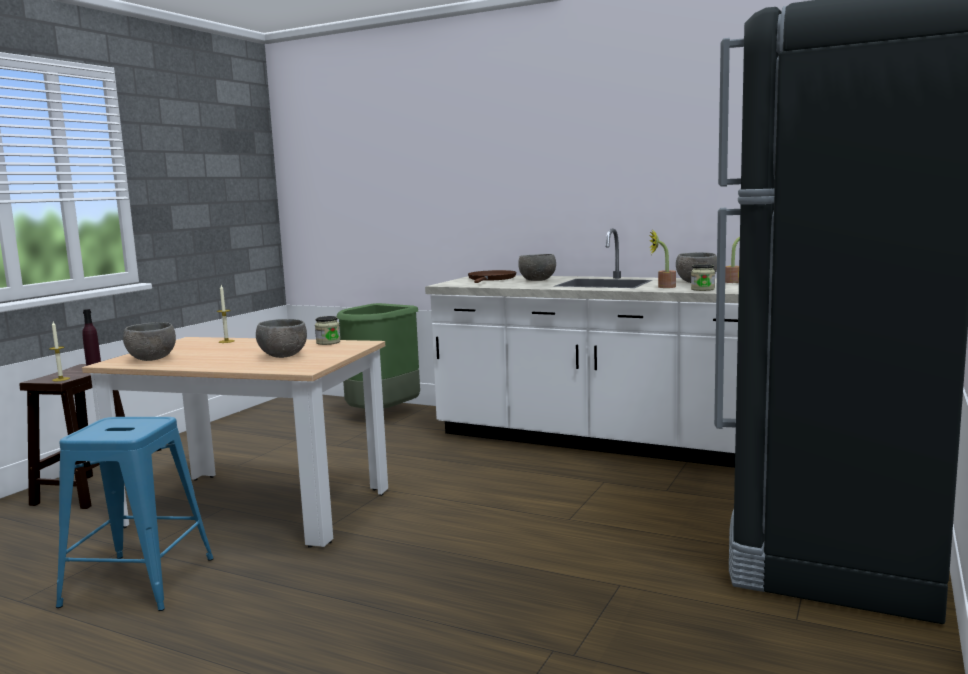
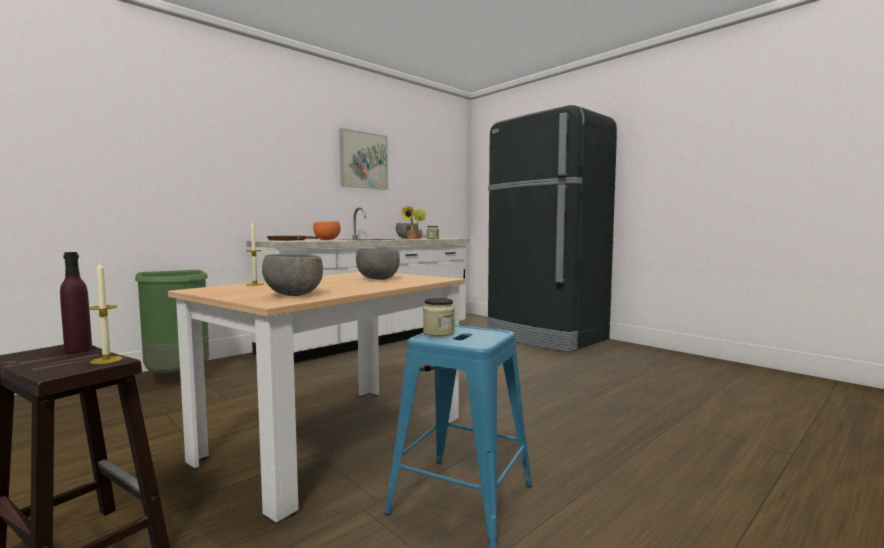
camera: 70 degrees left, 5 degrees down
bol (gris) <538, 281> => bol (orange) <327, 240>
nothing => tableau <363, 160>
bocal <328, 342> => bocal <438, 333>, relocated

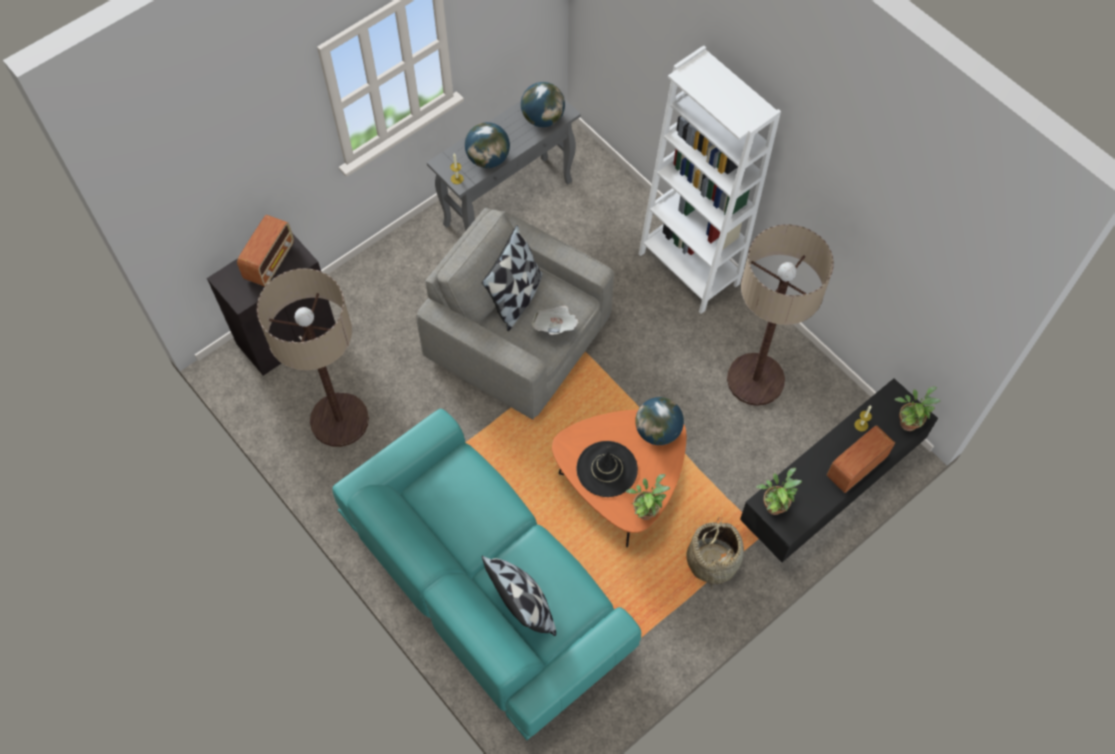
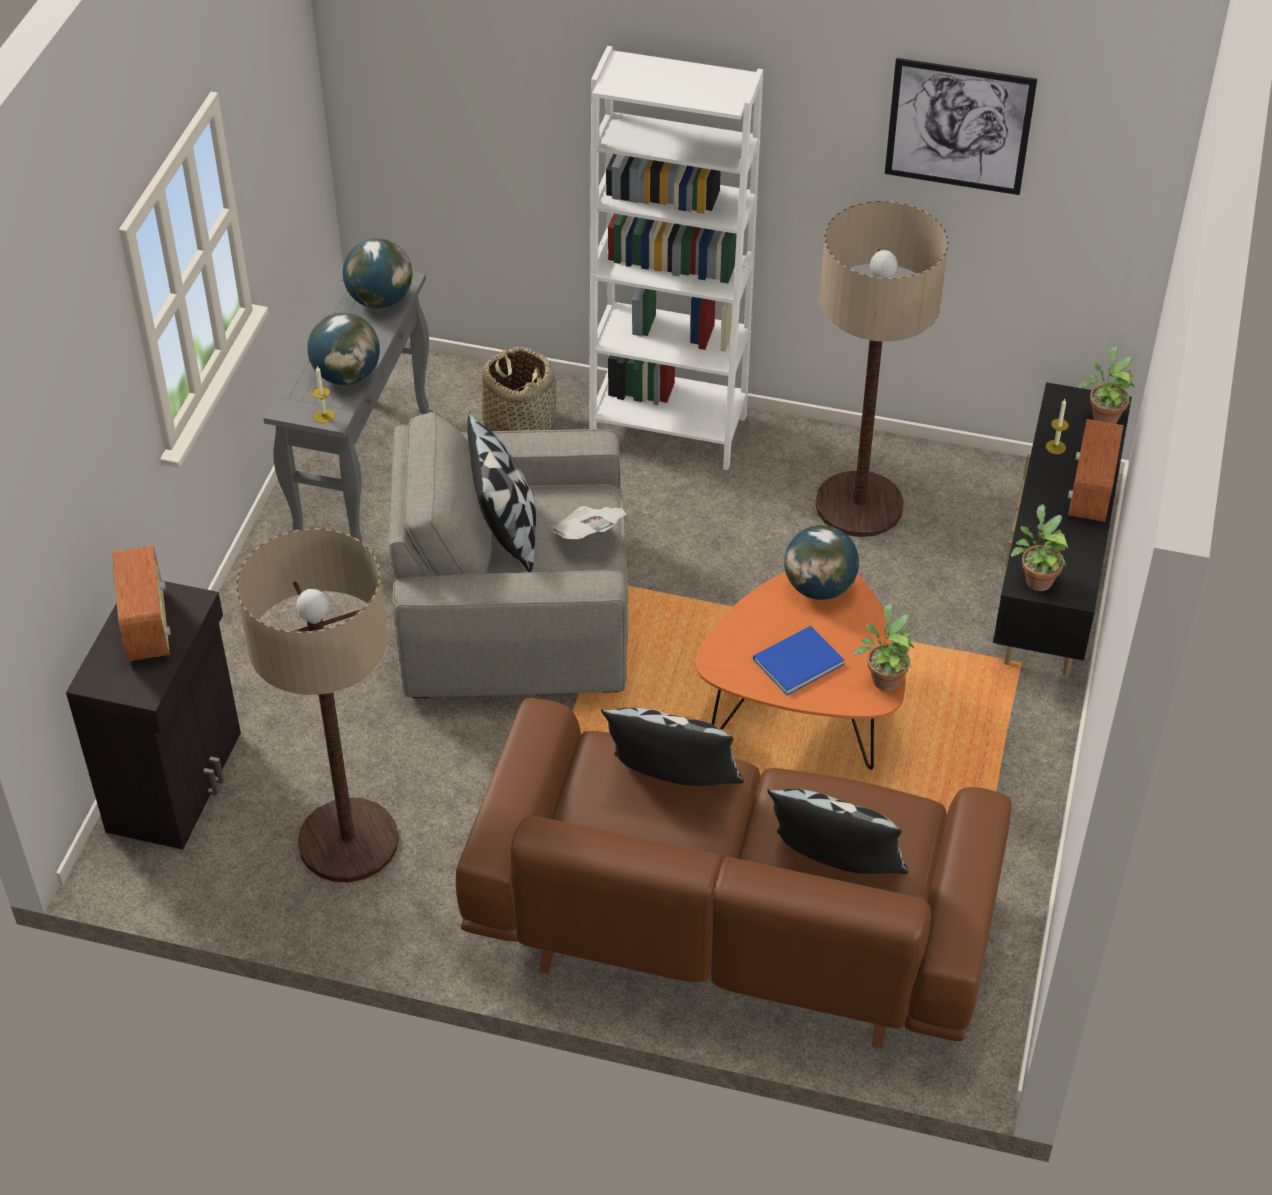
camera: 35 degrees left, 15 degrees down
canapé (turquoise) <485, 586> => canapé (marron) <731, 919>
panier <712, 560> => panier <519, 422>, relocated
nothing => coussin <674, 781>
chapeau (noir) <606, 469> => livre (bleu) <795, 662>
nothing => tableau <959, 126>

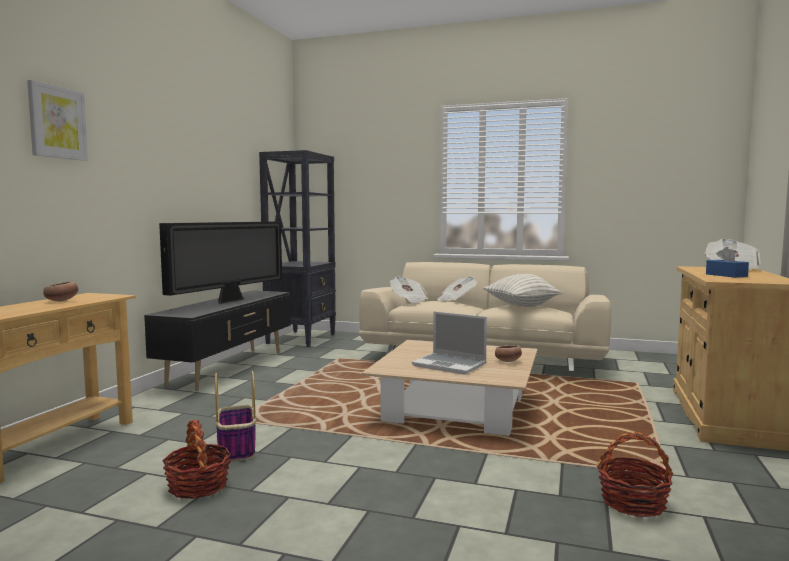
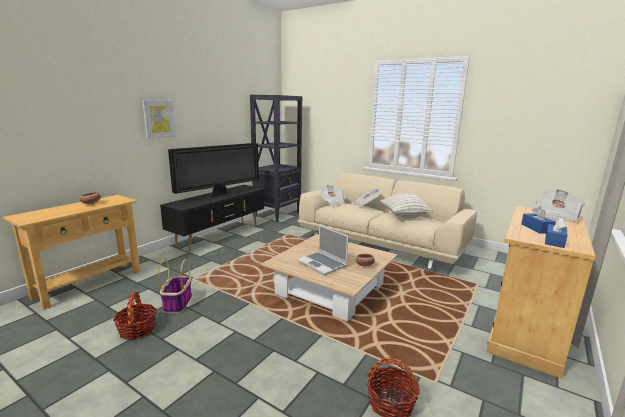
camera: 15 degrees right, 10 degrees up
tableau <57, 122> => tableau <158, 119>, relocated
nothing => boîte à mouchoirs (bleu) <554, 241>

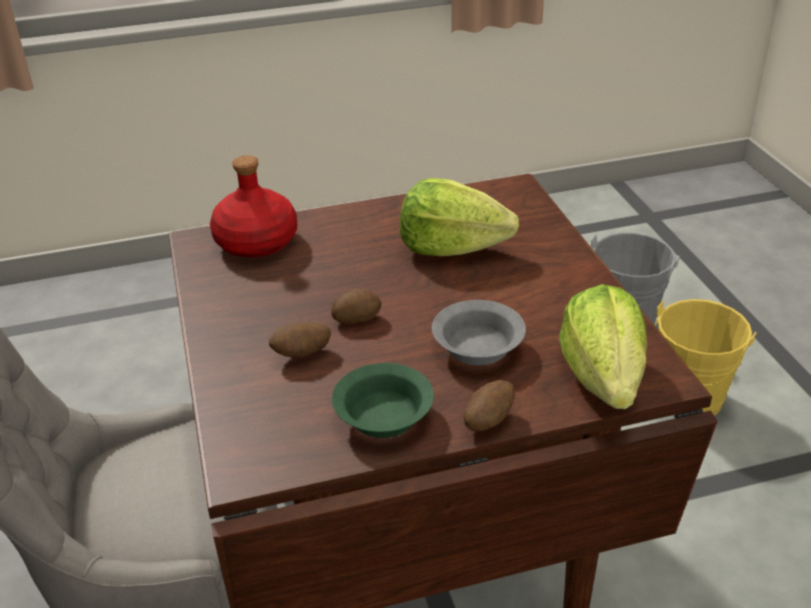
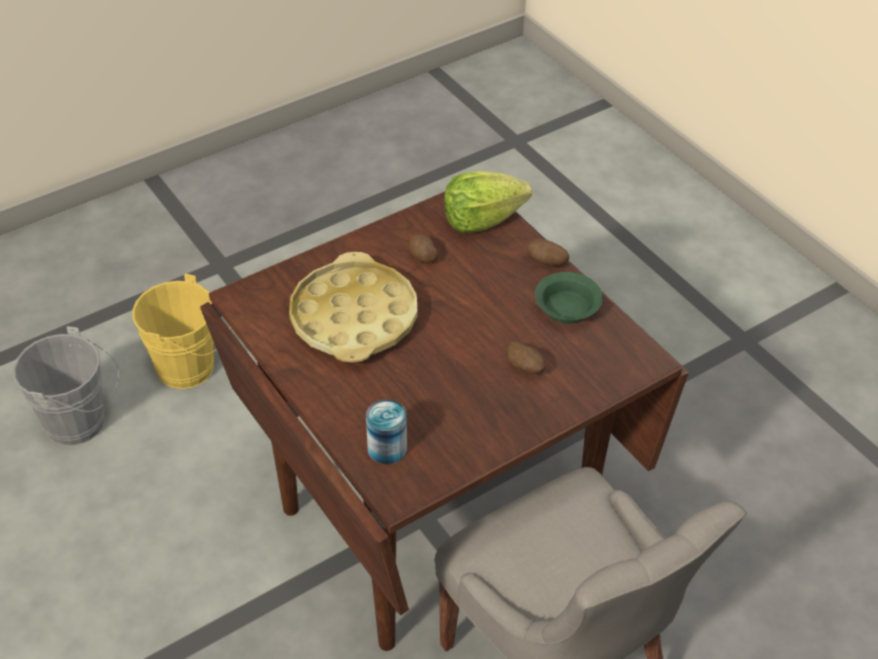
camera: 110 degrees left, 10 degrees up
laitue <452, 248> => plateau (jaune) <354, 317>
bouteille (rouge) <256, 242> => boîte métallique <387, 448>
pomme de terre <356, 318> => pomme de terre <422, 256>, relocated
bol (gris) <480, 349> => nothing

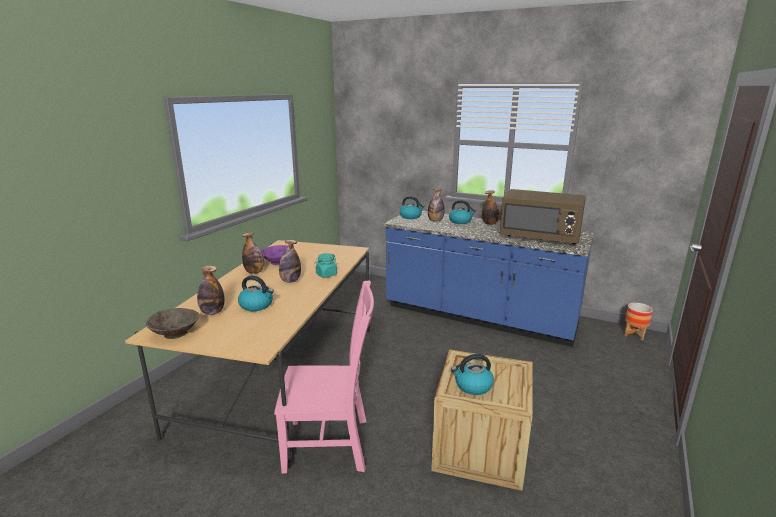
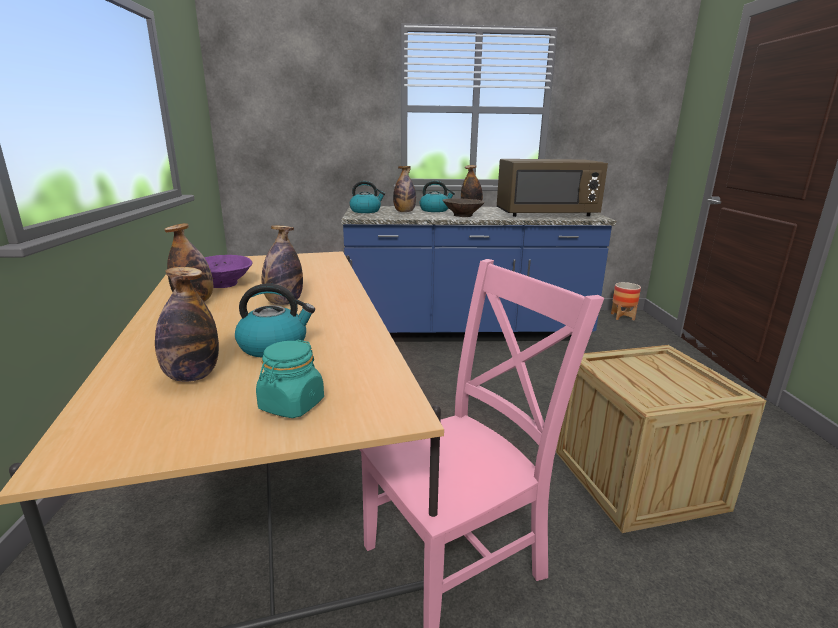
camera: 30 degrees left, 0 degrees up
bocal (turquoise) <326, 274> => bocal (turquoise) <291, 405>, relocated
bol (marron) <174, 334> => bol (marron) <462, 215>, relocated
bouilloire <473, 386> => nothing

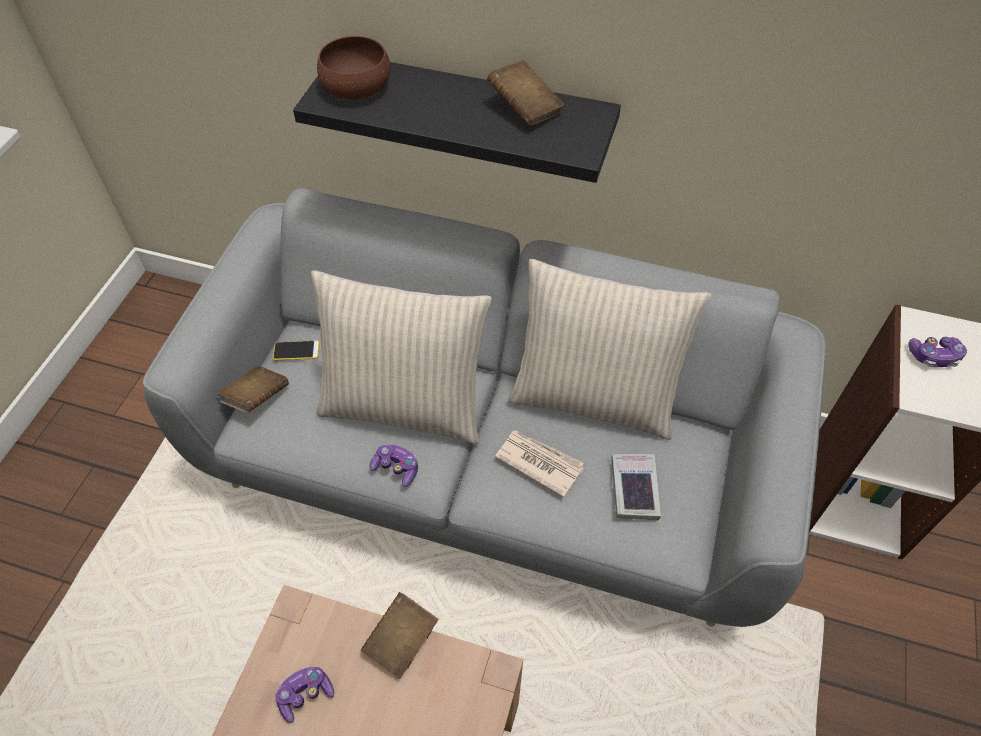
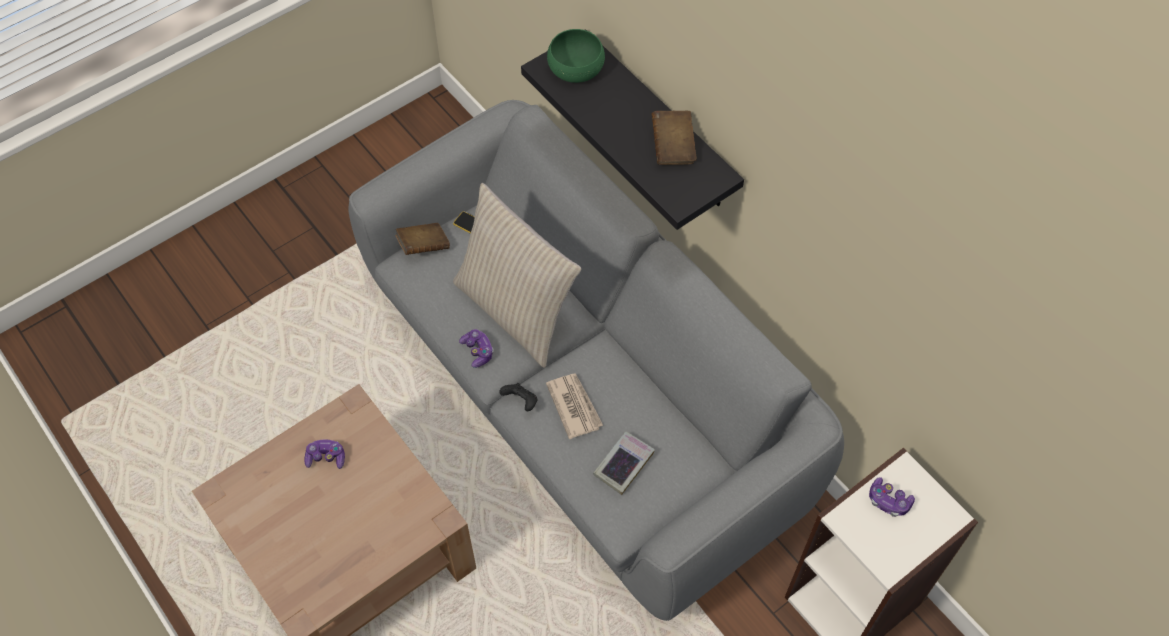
camera: 35 degrees right, 5 degrees up
nothing => manette (noir) <521, 401>
bol (marron) <357, 86> => bol (vert) <576, 68>
livre (marron) <402, 641> => nothing
coussin (beige) <594, 397> => nothing

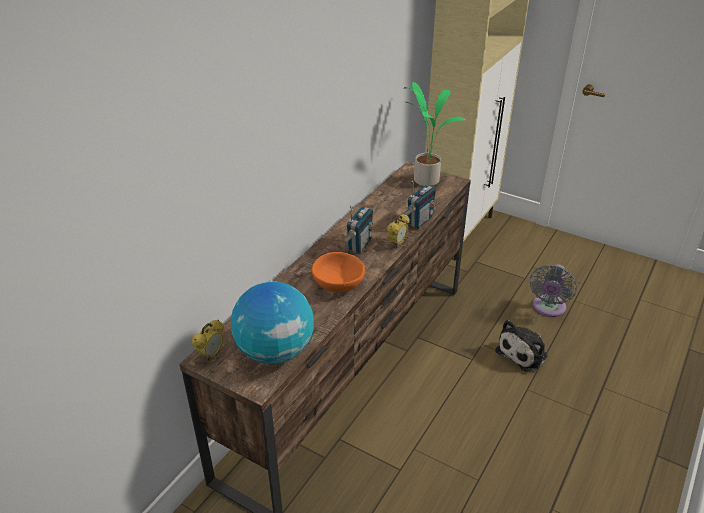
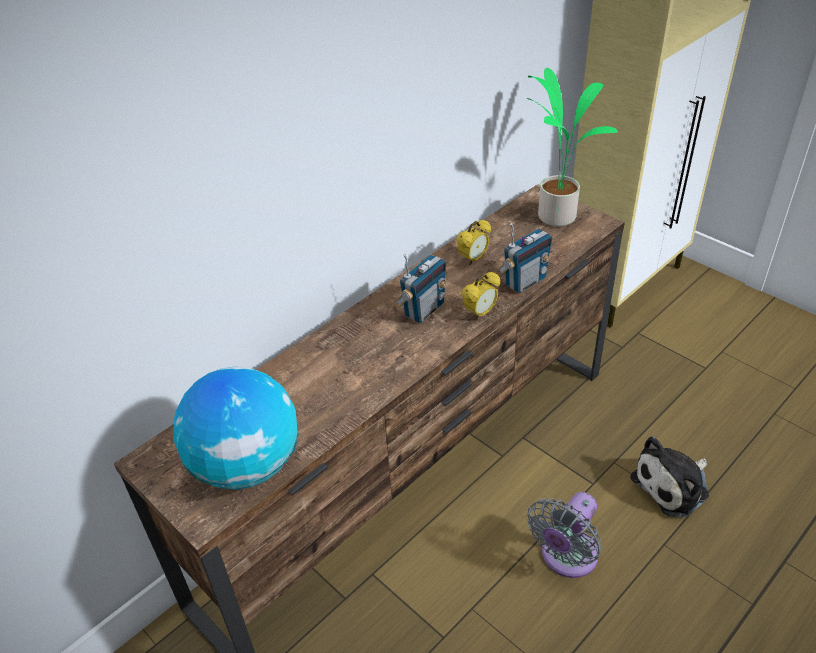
camera: 15 degrees right, 5 degrees up
réveil <211, 354> => réveil <473, 259>, relocated
ventilateur (gris) <548, 308> => ventilateur (gris) <566, 558>, relocated
bol (orange) <338, 285> => nothing

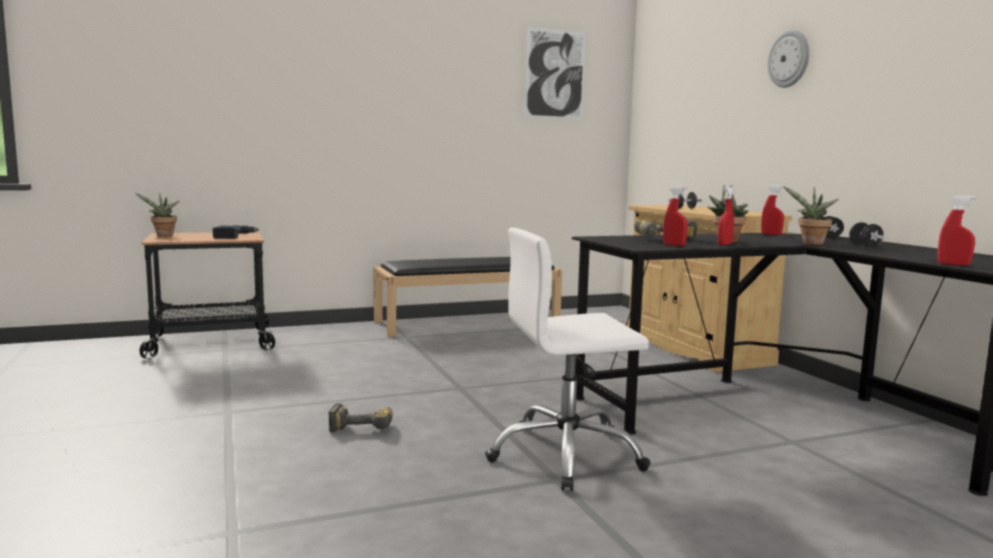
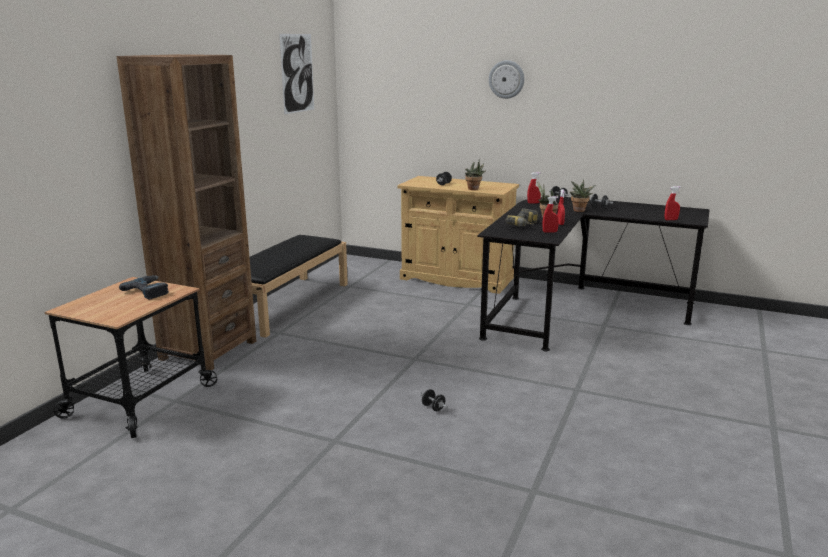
camera: 45 degrees left, 10 degrees up
nothing => bibliothèque (marron) <208, 350>
perceuse <363, 426> => haltère (noir) <433, 407>
plante en pot <163, 236> => plante en pot <474, 189>, relocated
chaise de bureau (blanc) <566, 455> => nothing

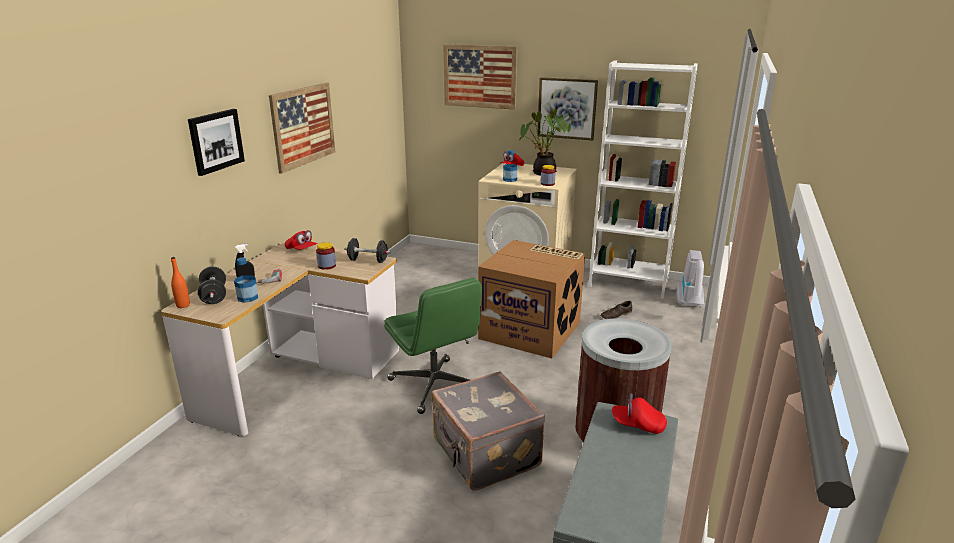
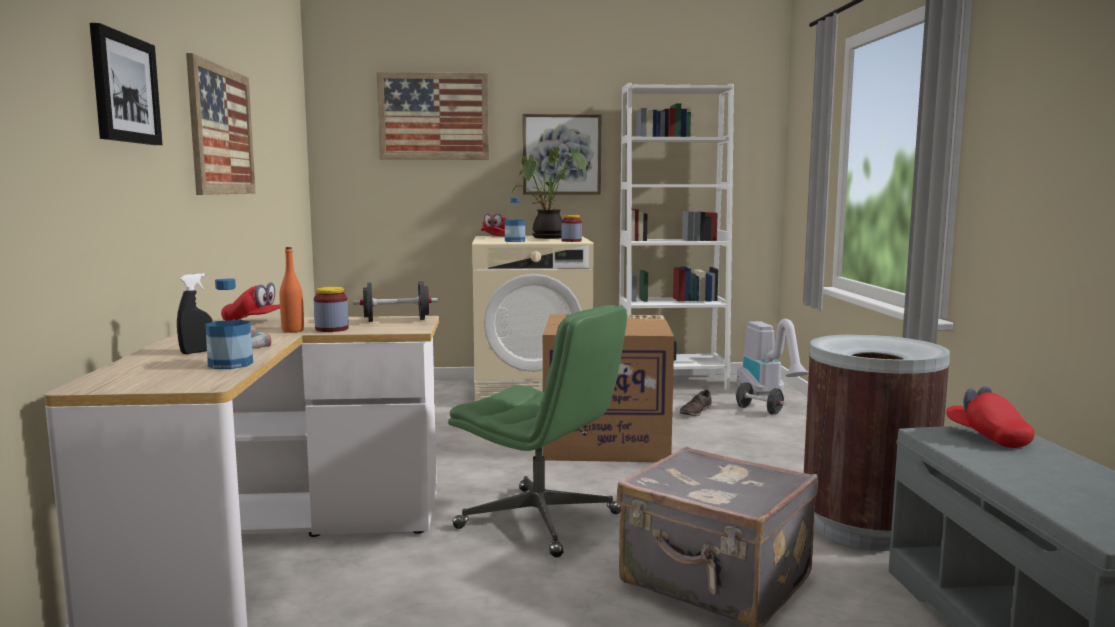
camera: 25 degrees left, 15 degrees down
bouteille (orange) <183, 305> => bouteille (orange) <293, 331>, relocated
haltère (noir) <214, 296> => haltère (noir) <759, 410>, relocated
casquette (rouge) <638, 425> => casquette (rouge) <987, 437>, 75 degrees clockwise

